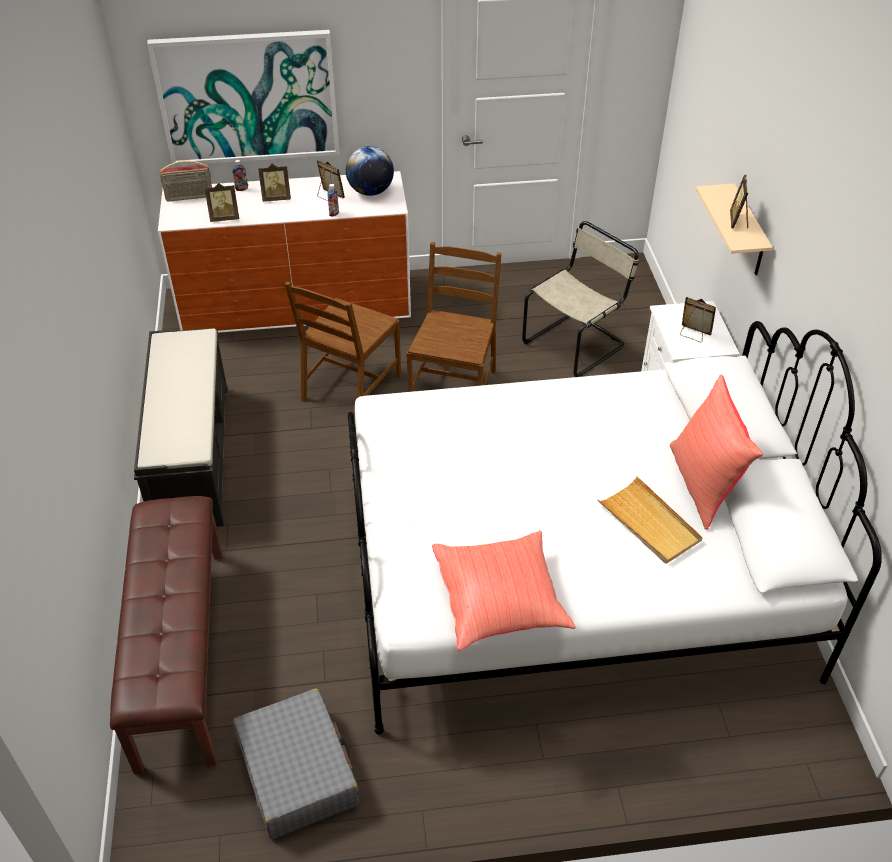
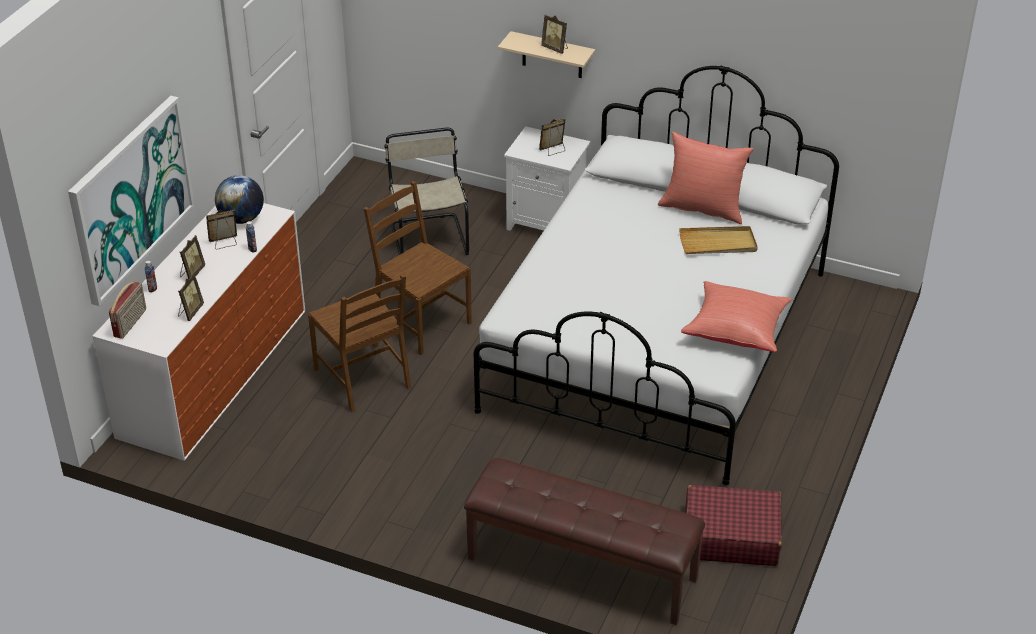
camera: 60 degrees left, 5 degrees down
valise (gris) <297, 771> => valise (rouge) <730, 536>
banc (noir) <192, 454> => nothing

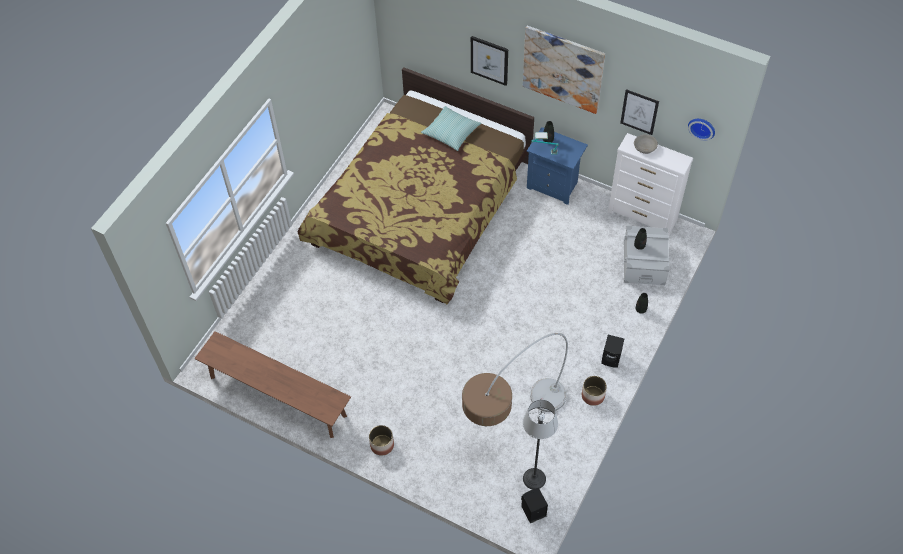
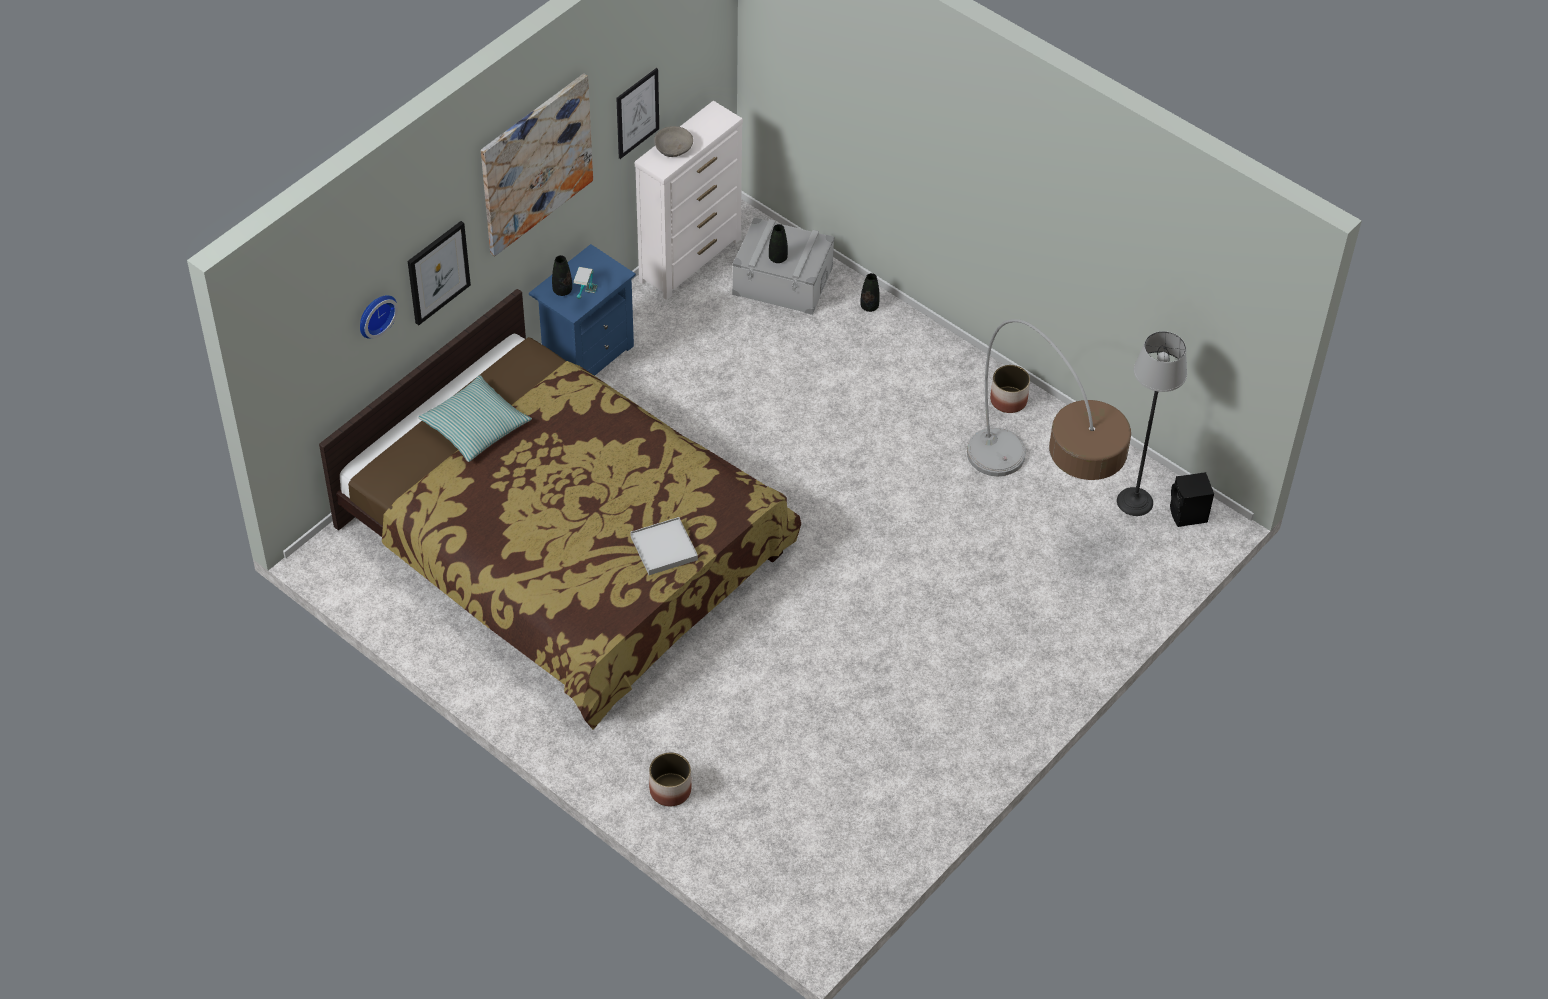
camera: 80 degrees left, 5 degrees down
horloge murale <702, 127> => horloge murale <375, 314>, relocated
nothing => plateau (blanc) <664, 548>
cache-pot <382, 445> => cache-pot <670, 790>, relocated
banc (marron) <277, 396> => nothing
enceinte (noir) <612, 358> => nothing

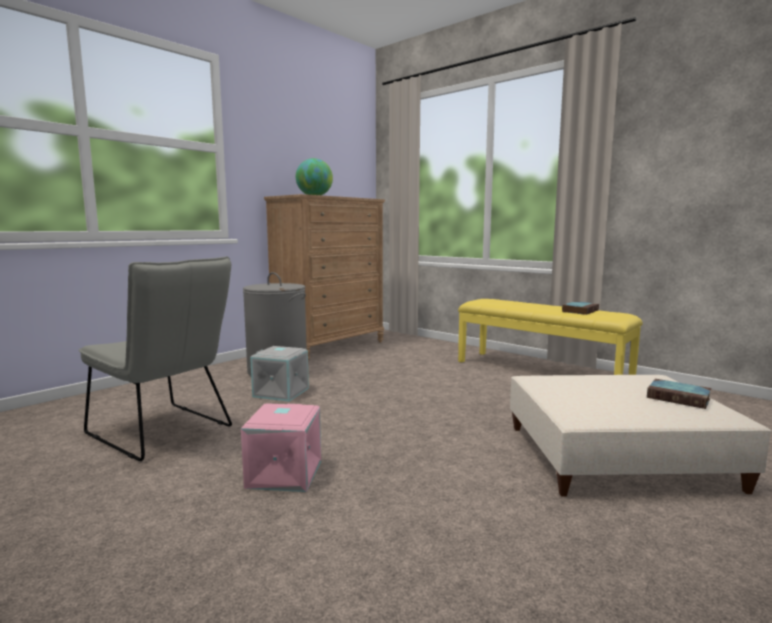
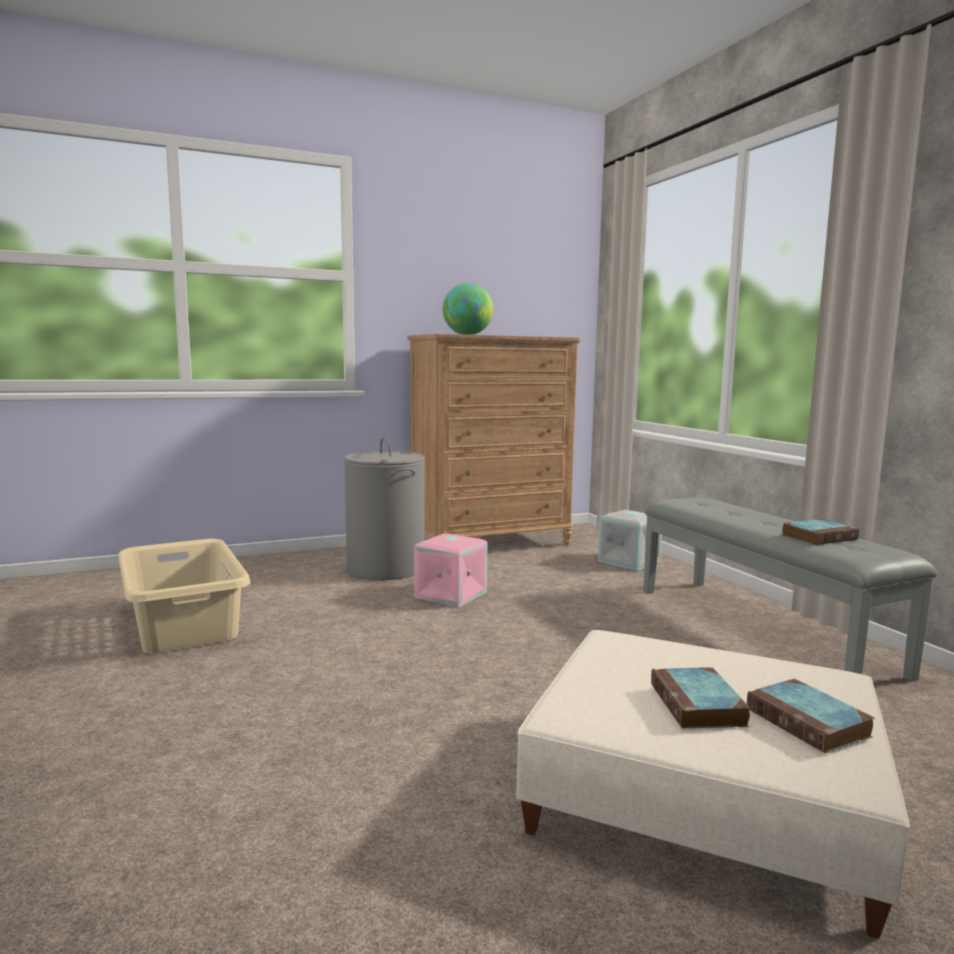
camera: 25 degrees right, 0 degrees up
chaise (gris) <164, 433> => panier à linge (beige) <183, 624>
boîte de rangement (rose) <283, 474> => boîte de rangement (rose) <450, 594>, relocated
boîte de rangement (gris) <282, 392> => boîte de rangement (gris) <630, 561>, relocated
banc (jaune) <541, 371> => banc (gris) <761, 629>
nothing => livre <698, 706>

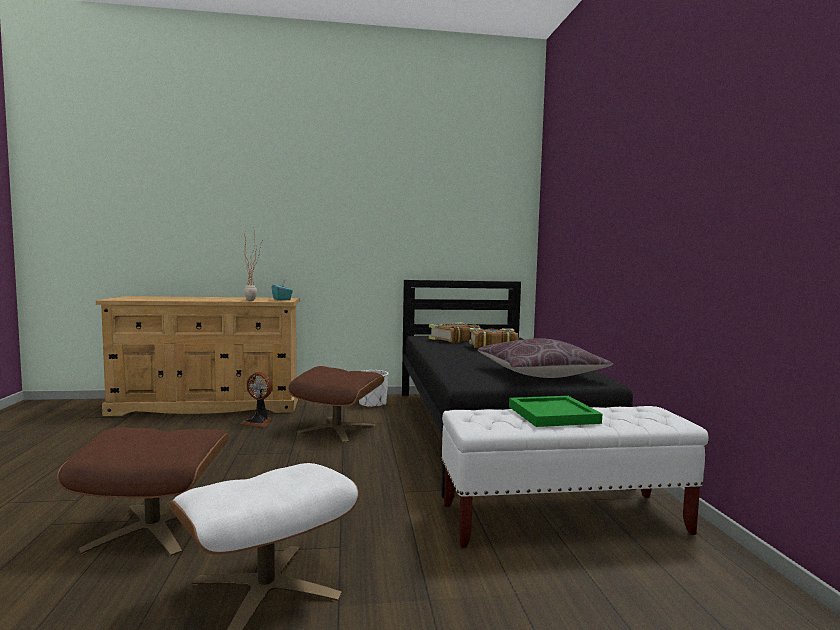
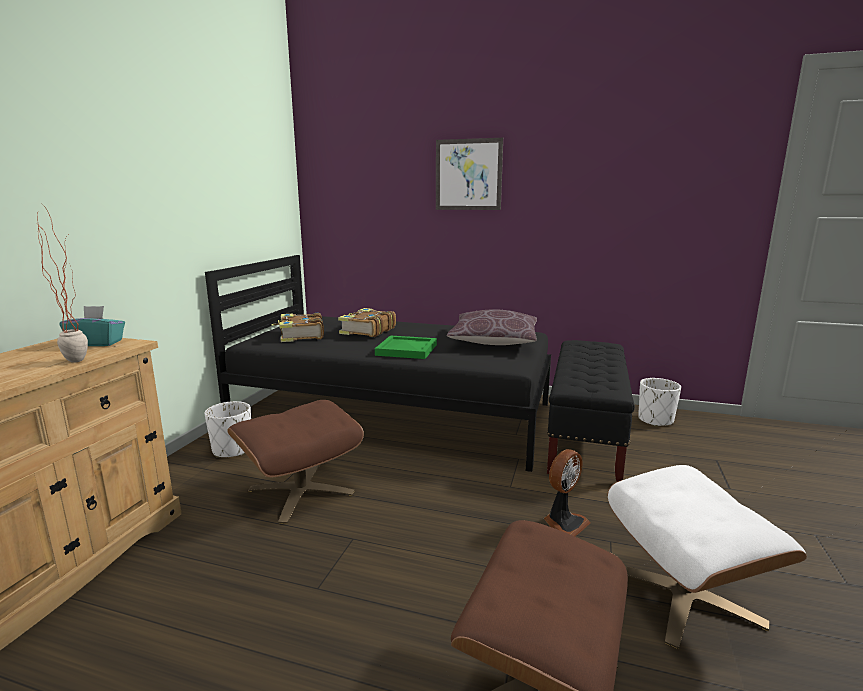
camera: 65 degrees left, 10 degrees up
plateau (vert) <554, 415> => plateau (vert) <407, 349>, relocated
nothing => tableau <468, 174>
ventilateur <259, 422> => ventilateur <564, 523>, relocated
banc (blanc) <564, 520> => banc (noir) <585, 437>
nothing => cache-pot (blanc) <655, 420>

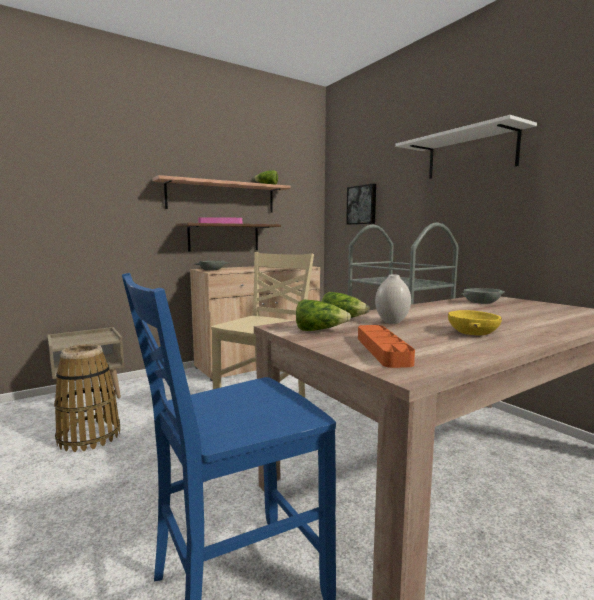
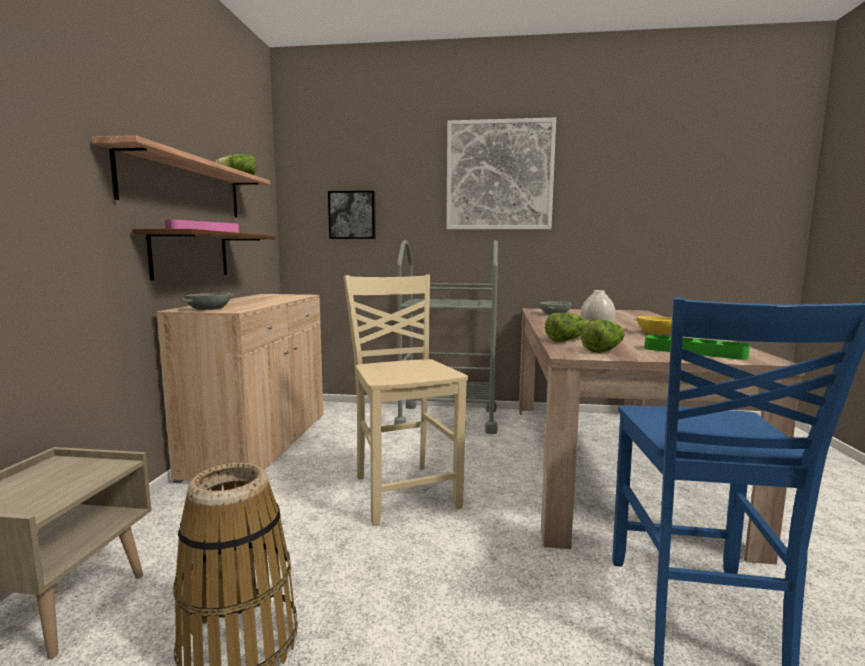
camera: 50 degrees left, 0 degrees up
étagère (blanc) <470, 155> => tableau <499, 175>
plateau (orange) <382, 350> => plateau (vert) <694, 352>

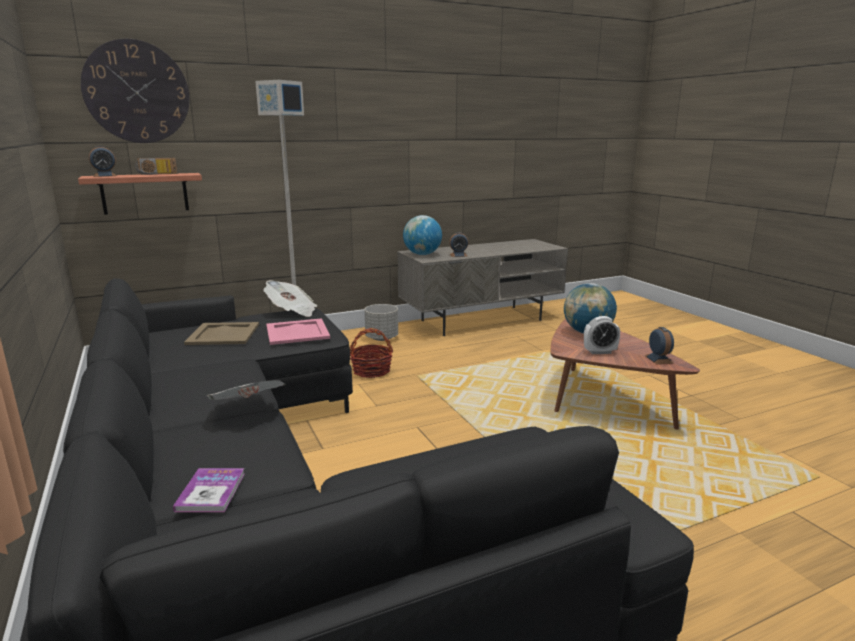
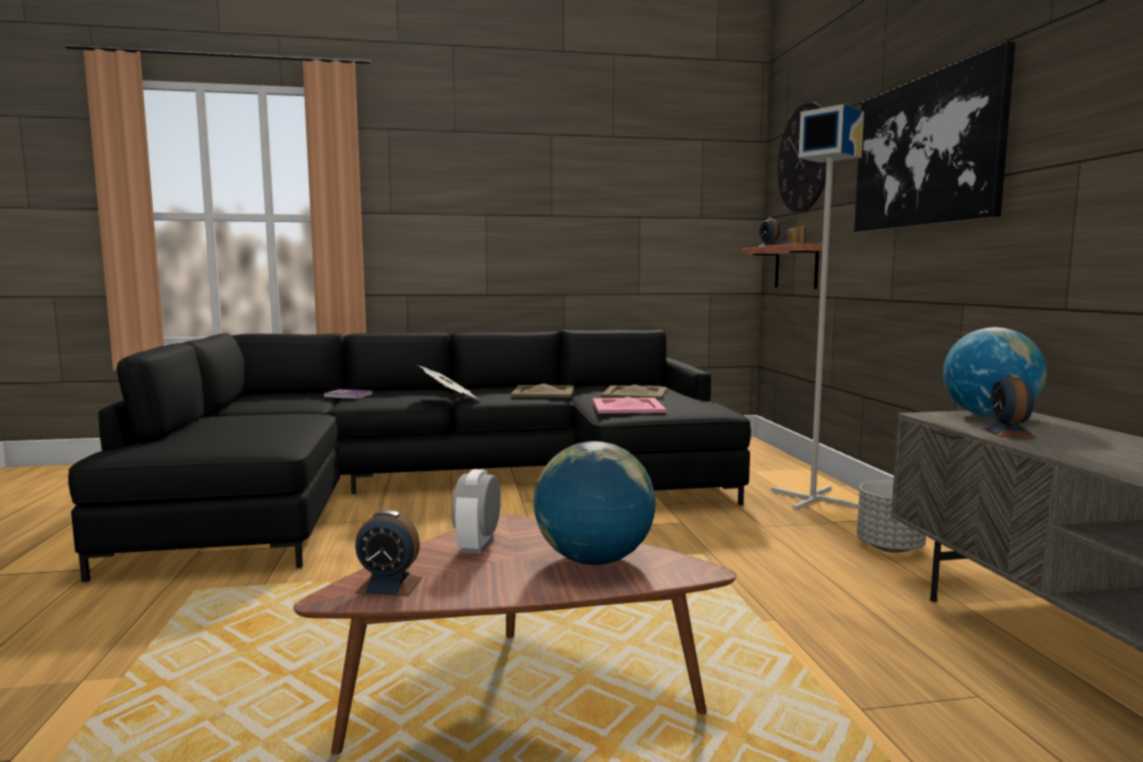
camera: 105 degrees right, 10 degrees down
nothing => plateau (beige) <542, 392>
nothing => tableau <925, 151>
journal <292, 311> => nothing
panier <371, 371> => nothing

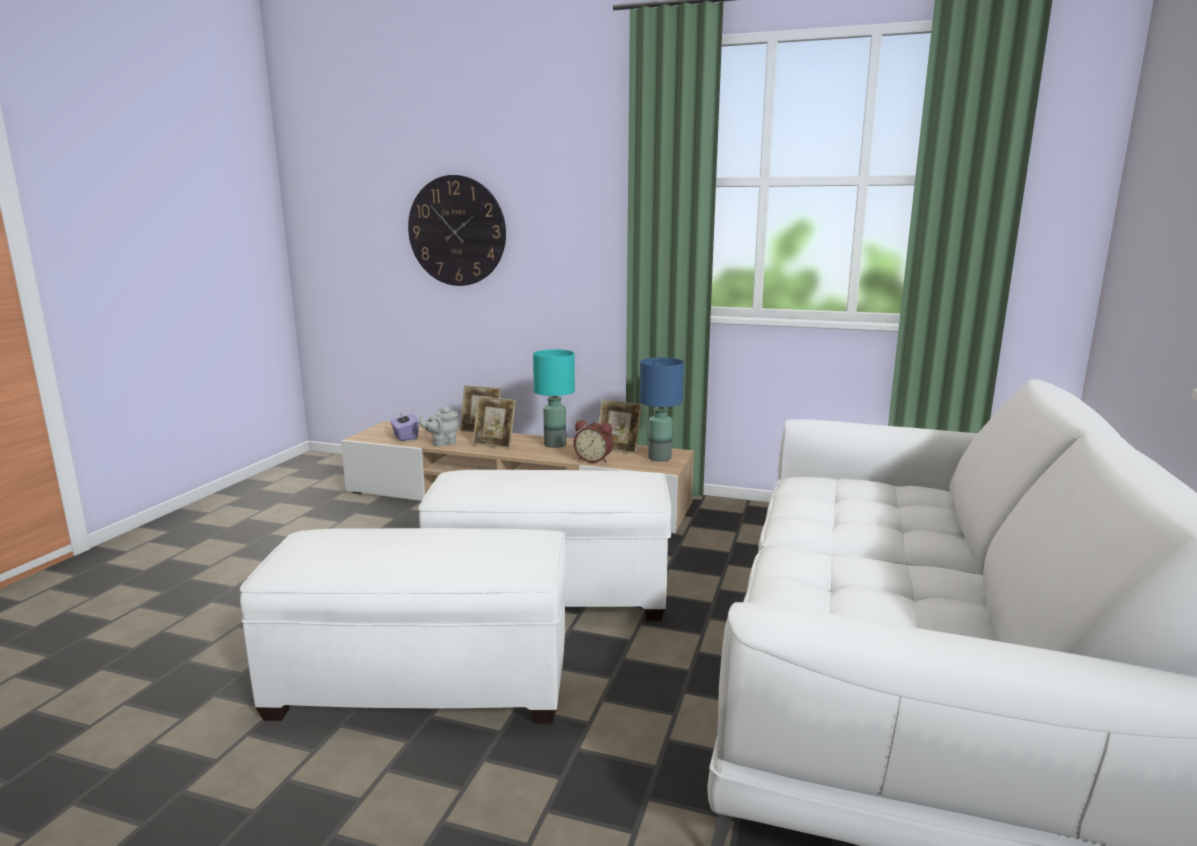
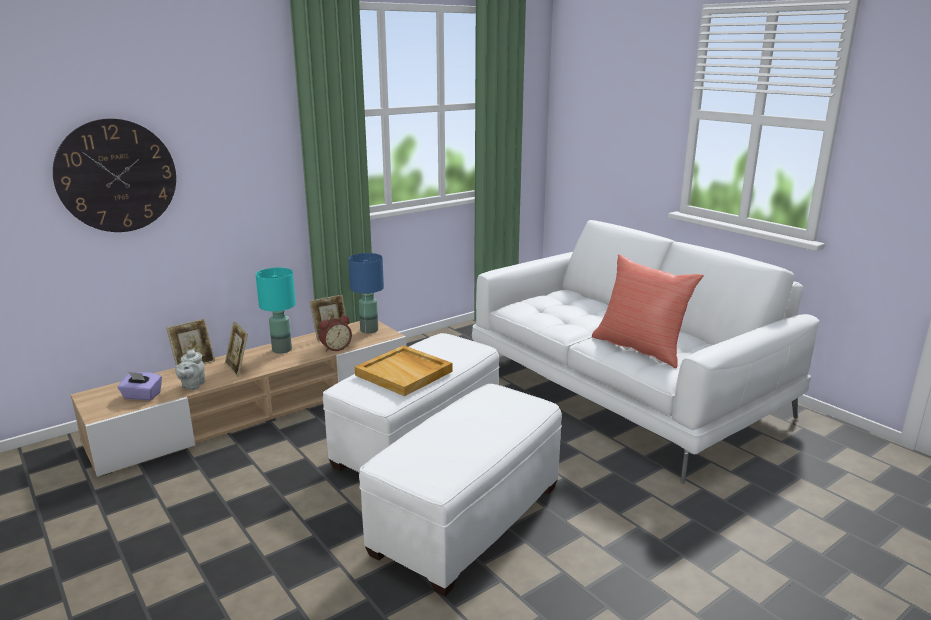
camera: 55 degrees left, 5 degrees up
cadre photo <494, 444> => cadre photo <238, 368>, 90 degrees clockwise
nothing => plateau (beige) <405, 373>
nothing => coussin (rouge) <640, 348>

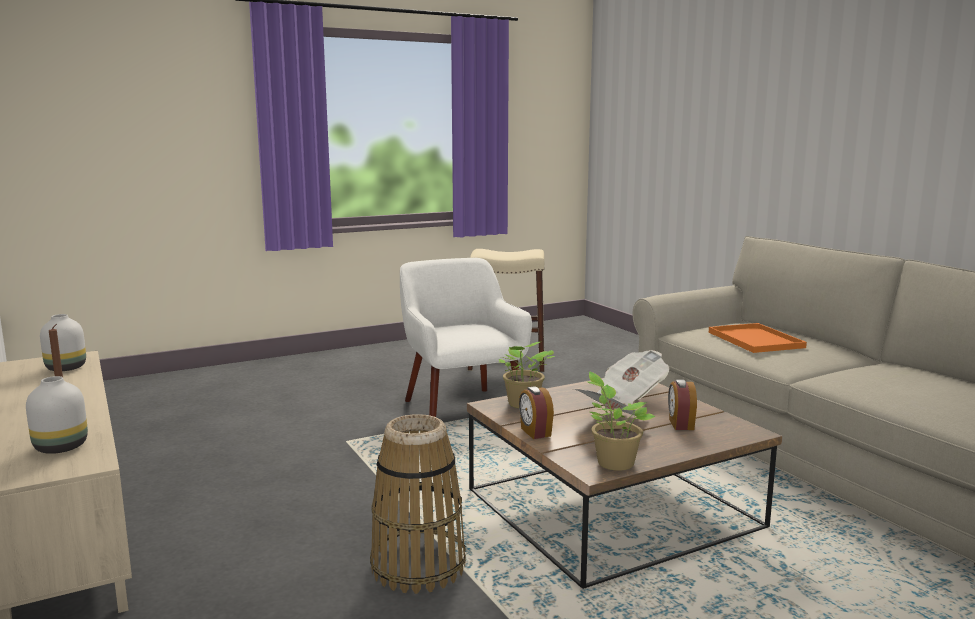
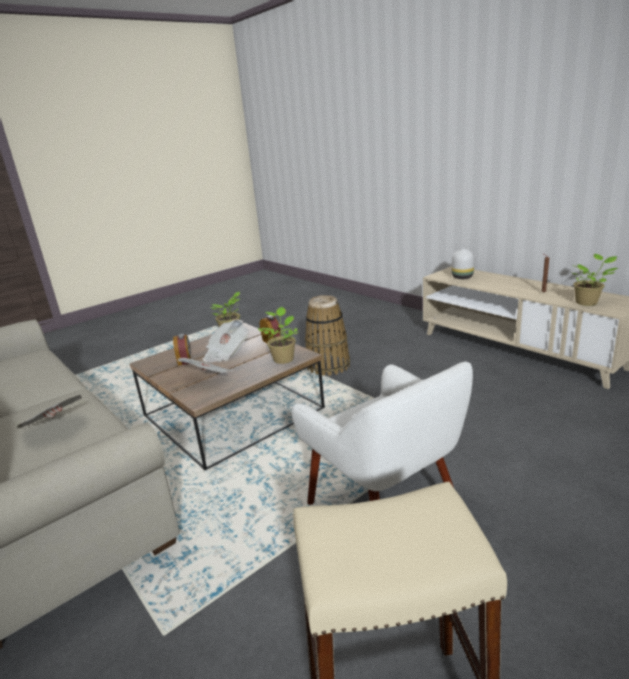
camera: 170 degrees right, 10 degrees up
plateau (orange) <757, 340> => journal <55, 427>
vase (blanc) <67, 368> => plante en pot <588, 302>

